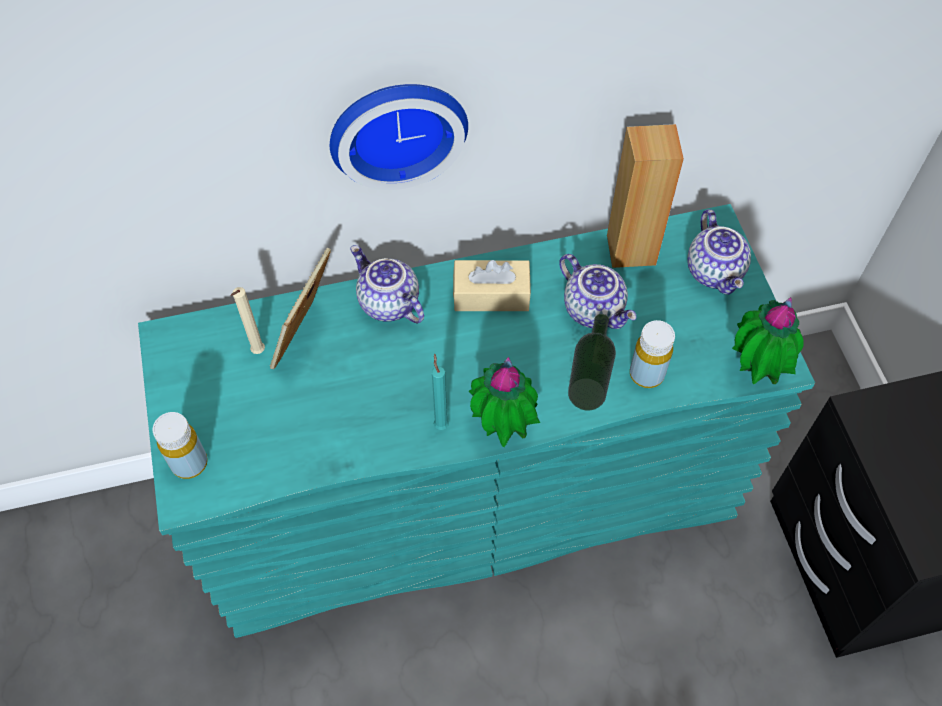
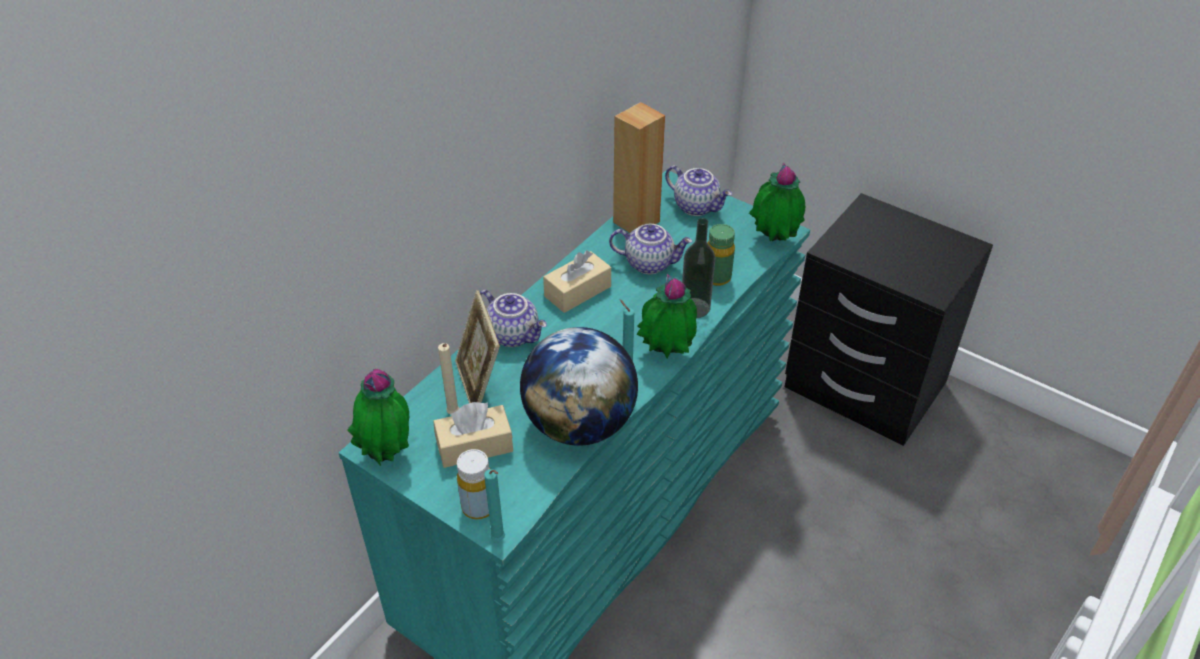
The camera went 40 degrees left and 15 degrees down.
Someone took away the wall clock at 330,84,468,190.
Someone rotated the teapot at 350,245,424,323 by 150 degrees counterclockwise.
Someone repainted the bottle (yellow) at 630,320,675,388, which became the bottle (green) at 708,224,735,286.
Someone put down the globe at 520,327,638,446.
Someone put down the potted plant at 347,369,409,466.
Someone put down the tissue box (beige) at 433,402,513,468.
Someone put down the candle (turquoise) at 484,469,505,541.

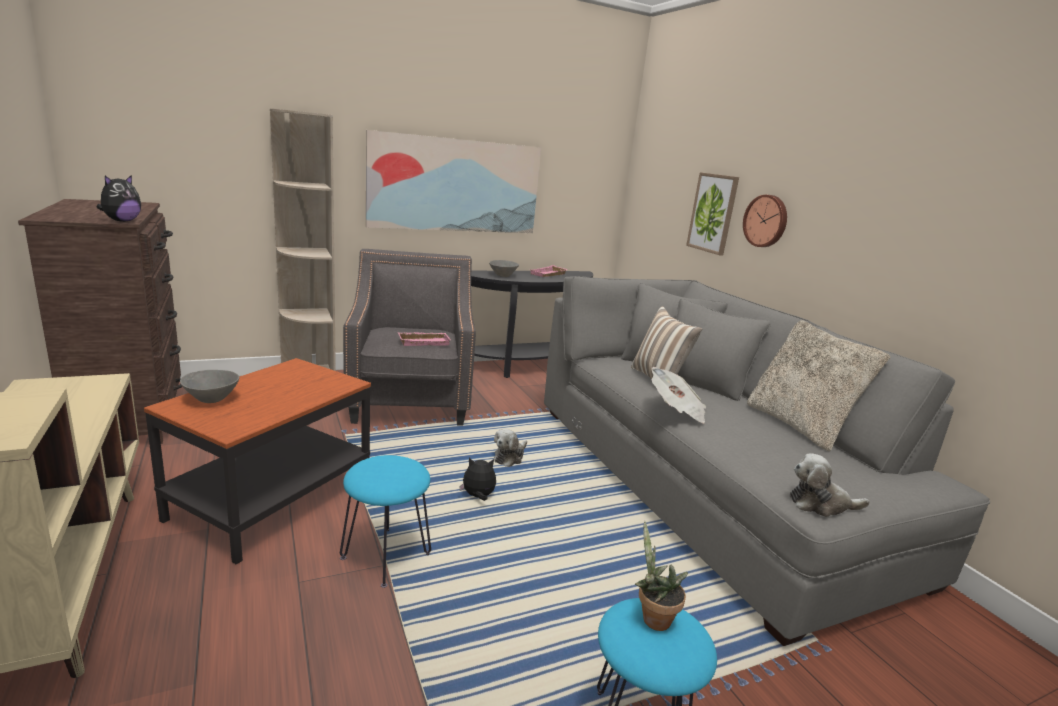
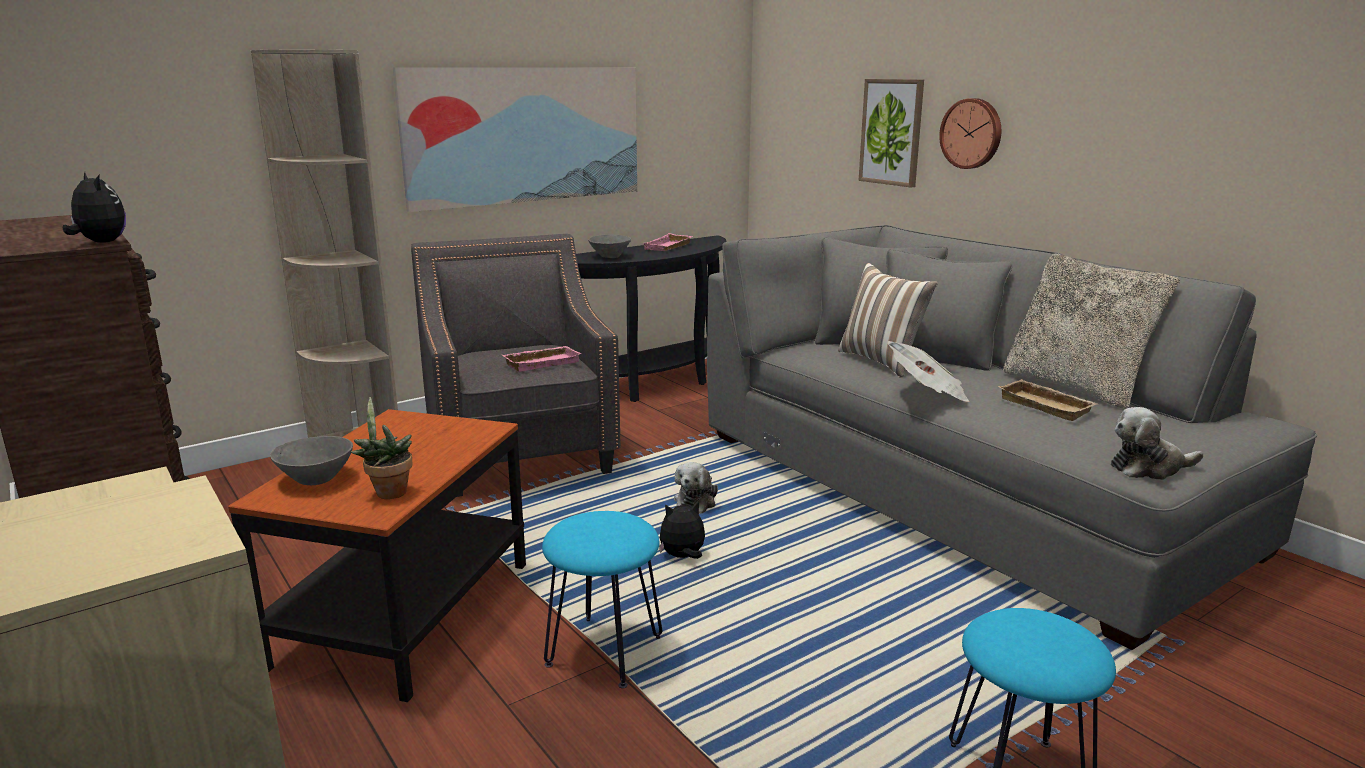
The camera went 10 degrees left and 0 degrees up.
Someone rotated the plush toy at 96,175,141,222 by 60 degrees counterclockwise.
Someone carried the potted plant from 635,521,688,631 to 350,397,412,499.
Someone put down the tray (beige) at 998,379,1097,421.

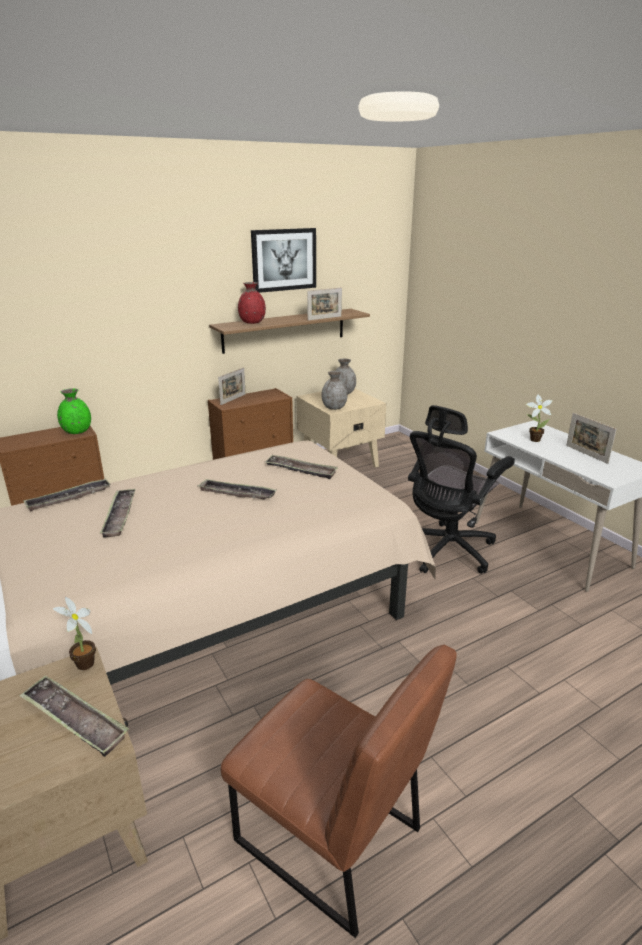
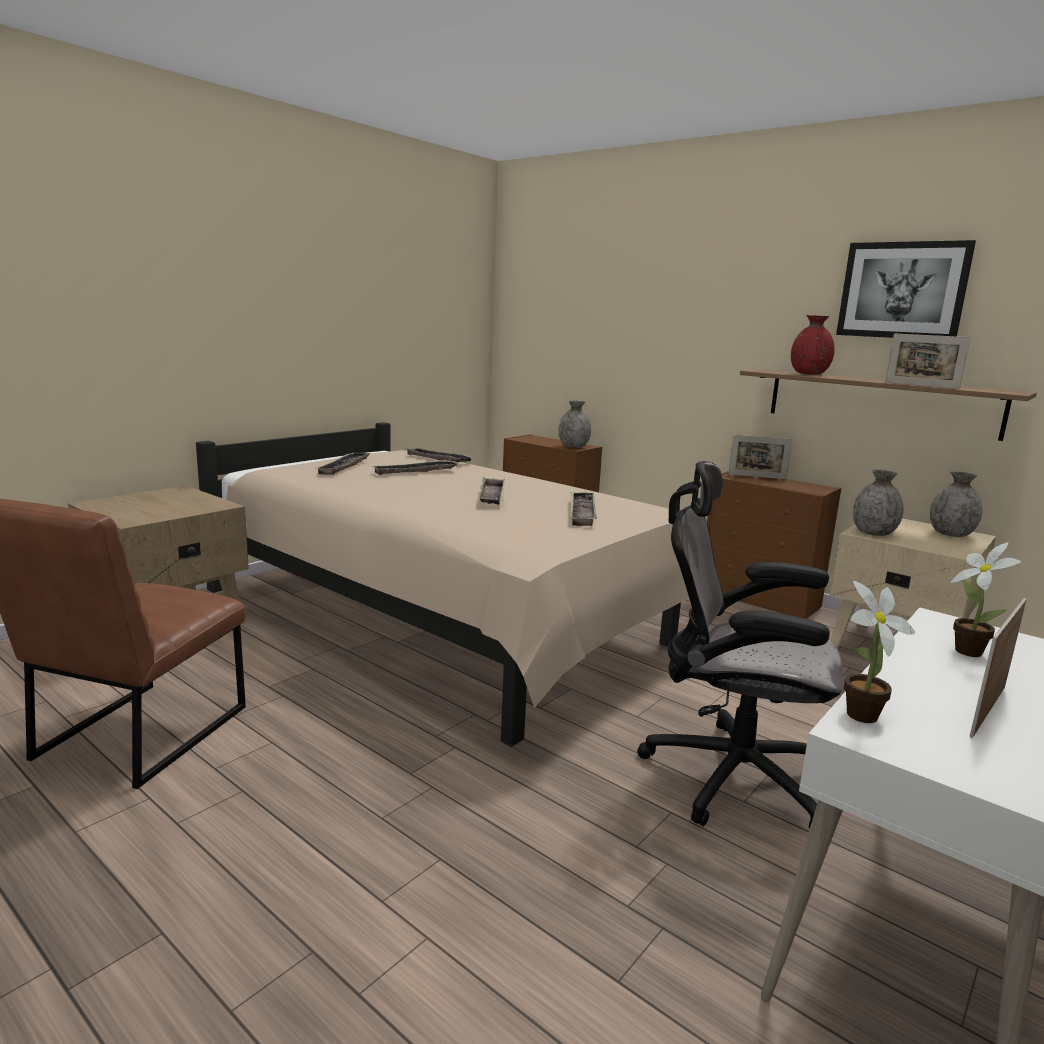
The camera went 70 degrees right and 10 degrees down.
Someone repainted the vase (green) at 57,388,91,434, which became the vase (grey) at 559,400,591,448.
Someone carried the potted plant from 53,597,96,670 to 844,581,915,723.
Someone carried the tray from 20,676,129,757 to 318,453,370,475.

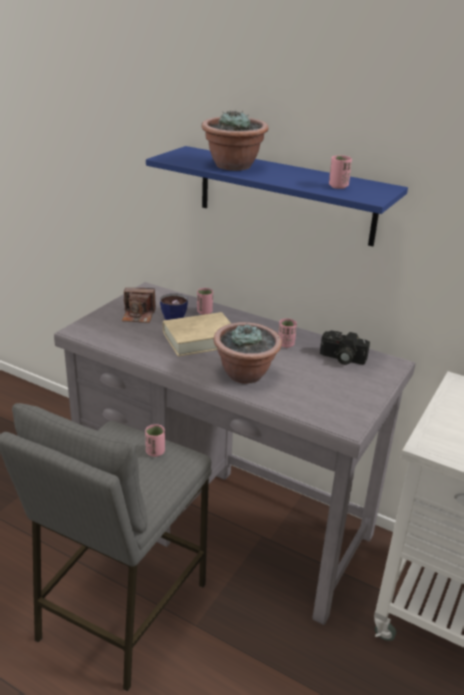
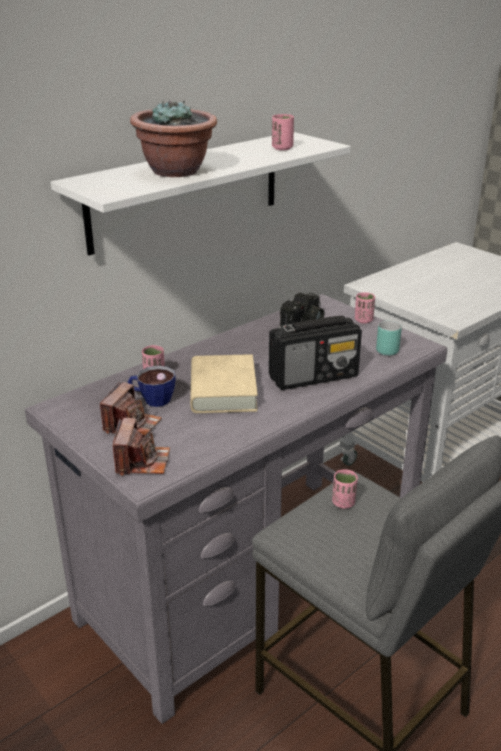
The camera went 70 degrees left and 0 degrees up.
Someone repainted the shelf (blue) at 146,146,408,247, which became the shelf (white) at 51,132,351,255.
Someone carried the cup (pink) from 278,319,297,348 to 355,292,375,323.
Someone swapped the potted plant at 214,322,282,384 for the radio at 269,316,362,390.
Someone put down the mug (turquoise) at 376,320,402,356.
Someone put down the photo camera at 113,418,170,476.

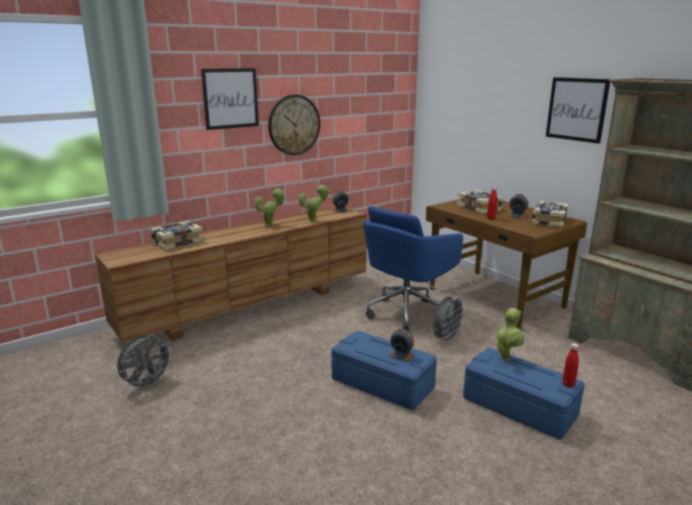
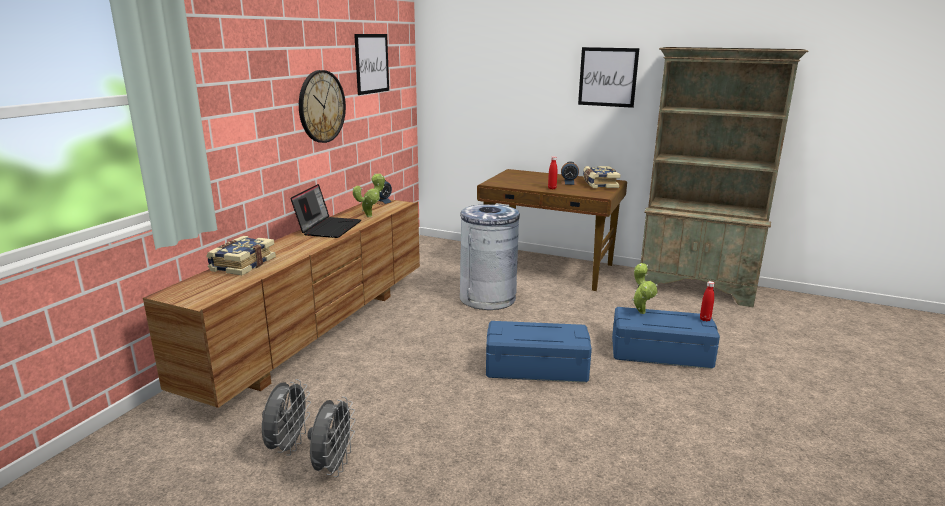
The camera went 30 degrees left and 0 degrees up.
Someone carried the picture from 201,68,259,130 to 354,34,389,95.
Someone swapped the potted plant at 254,188,285,226 for the laptop at 290,184,361,238.
Someone took away the book at 457,190,503,214.
Someone swapped the office chair (blue) at 363,206,463,331 for the trash can (grey) at 460,204,520,310.
Someone carried the fan (grey) from 433,296,466,344 to 307,397,355,477.
Someone took away the alarm clock at 389,329,414,362.

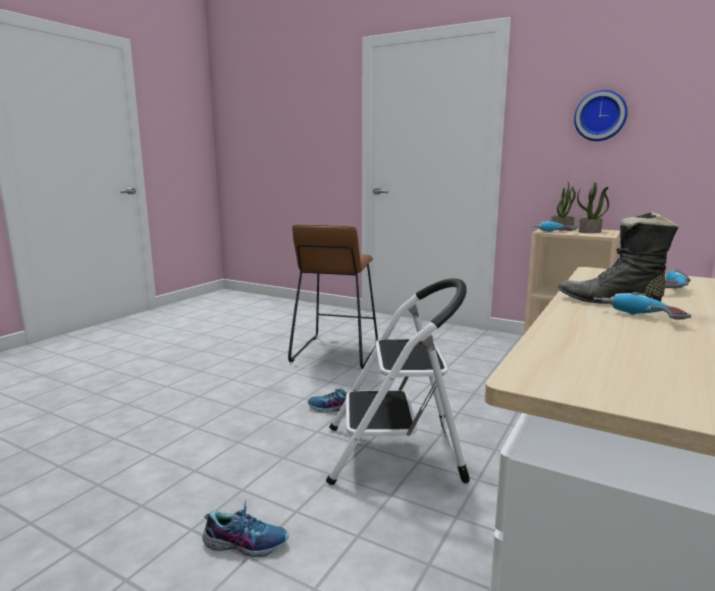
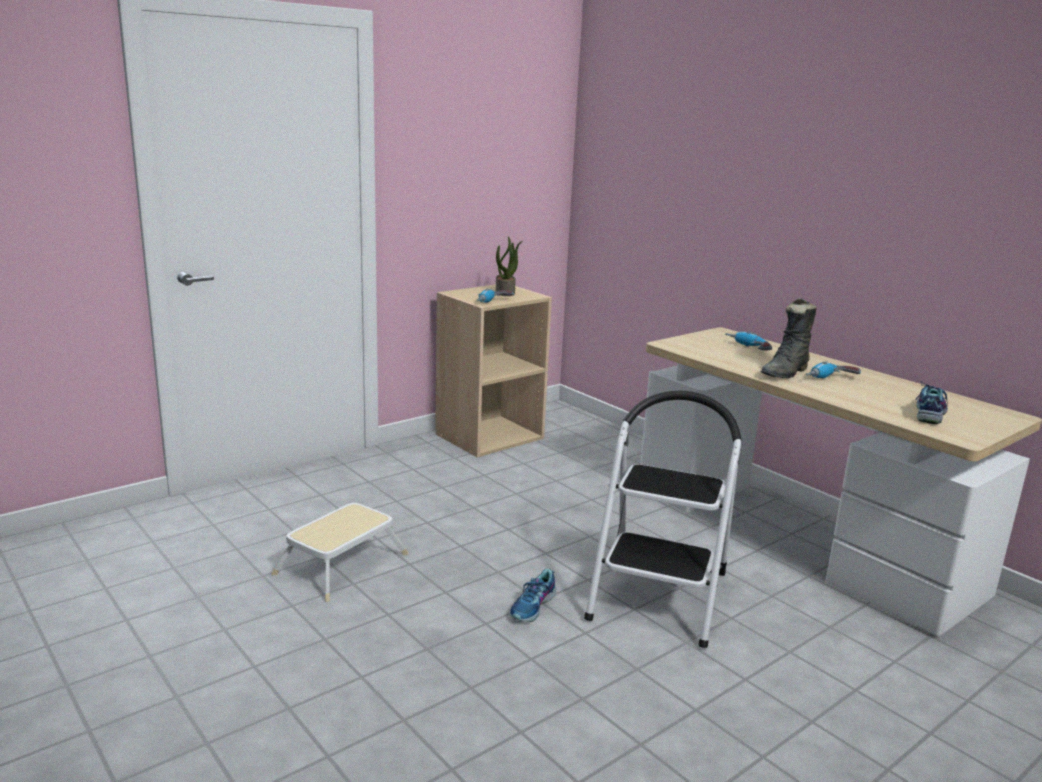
The camera went 70 degrees left and 5 degrees up.
Someone took away the wall clock at 574,90,628,141.
Someone took away the potted plant at 551,182,576,231.
Someone swapped the stool (brown) at 288,224,378,369 for the step ladder (beige) at 271,503,409,602.
Someone carried the shoe from 203,500,289,557 to 915,381,948,424.

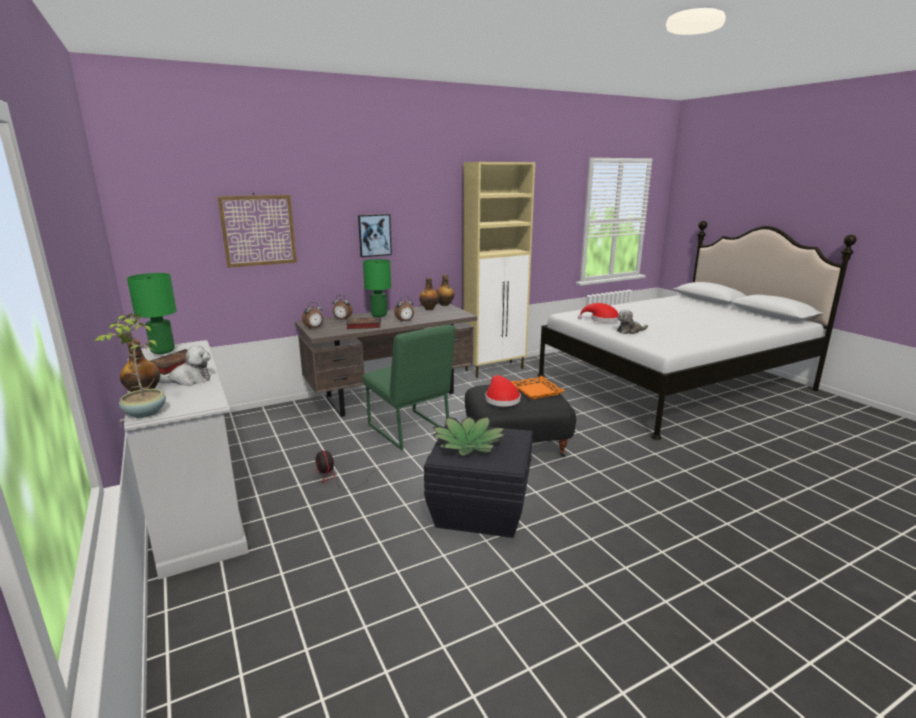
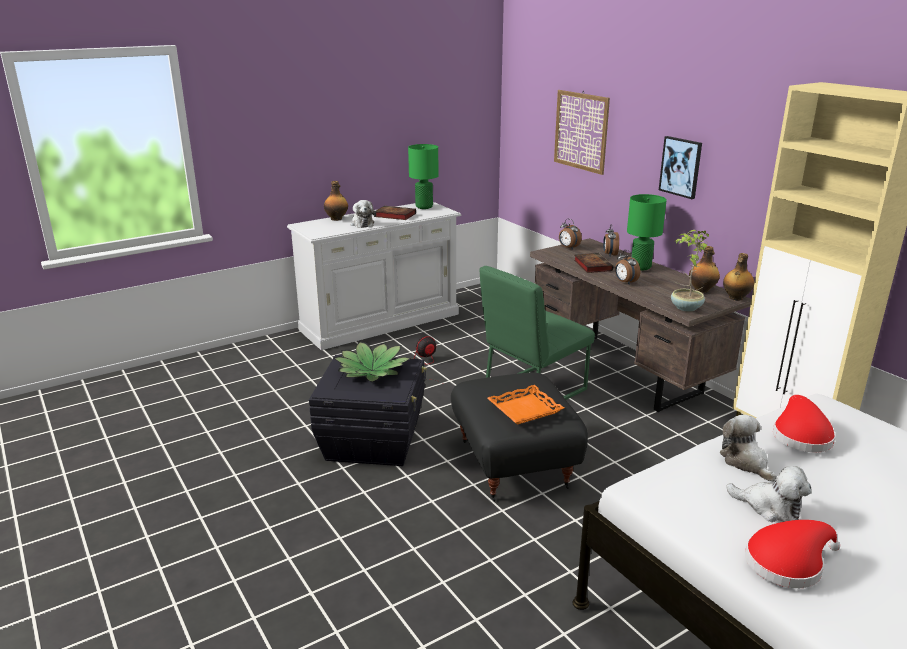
The camera went 85 degrees right and 5 degrees up.
Someone carried the potted plant from 94,313,166,418 to 671,230,709,312.
Someone carried the hat (red) from 485,375,521,407 to 745,520,840,588.
Someone put down the plush toy at 726,466,812,522.

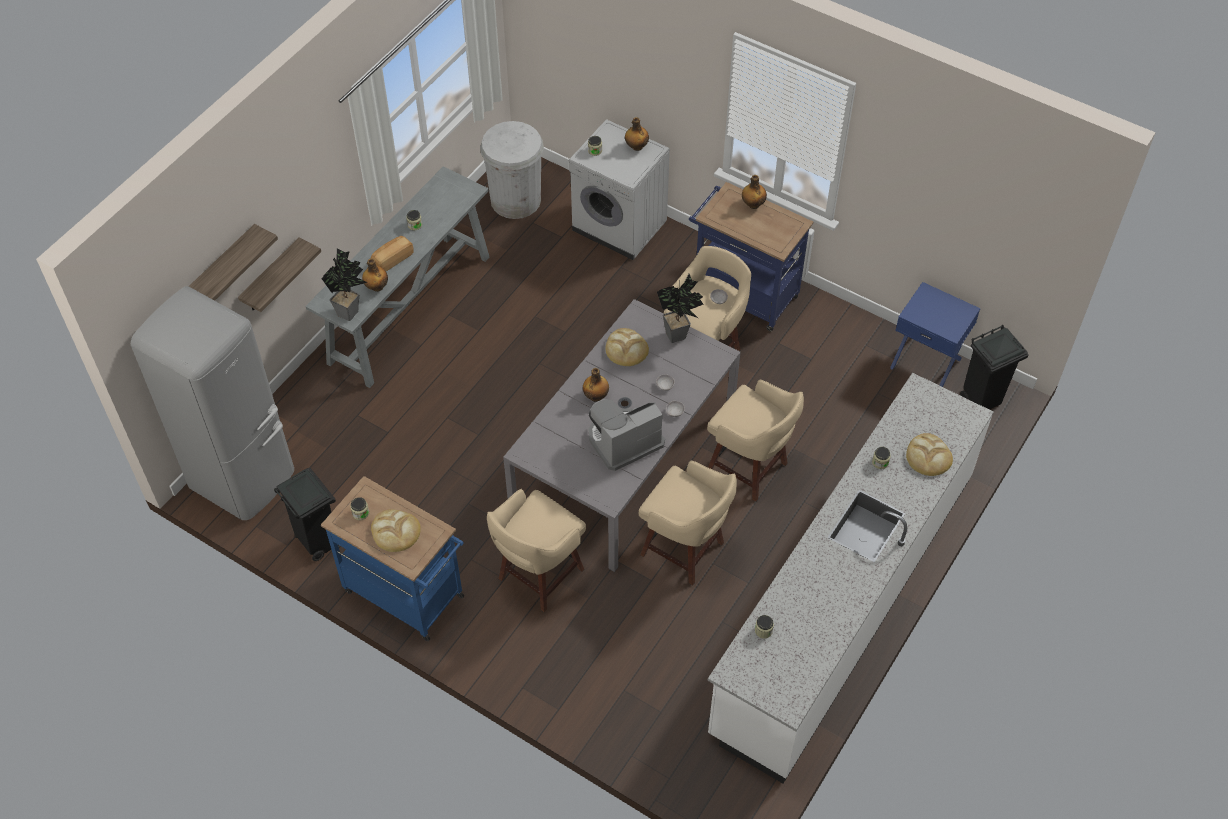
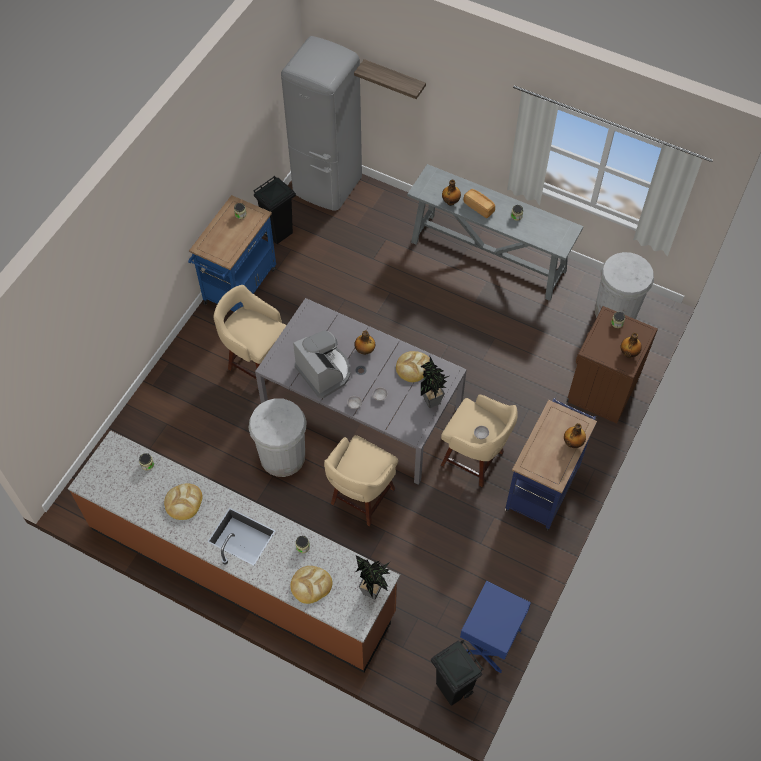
The camera went 85 degrees right and 5 degrees up.
Someone repainted the washing machine (white) at 569,119,670,260, which became the washing machine (brown) at 567,306,658,423.
Someone took away the shelf at 238,237,321,312.
Someone carried the potted plant from 322,249,368,321 to 356,555,390,599.
Someone repainted the counter (white) at 708,373,994,784, which became the counter (brown) at 68,430,400,673.
Someone swapped the stool (beige) at 639,461,737,585 for the trash can (white) at 249,398,307,477.
Someone carried the bread from 371,509,421,552 to 164,483,203,520.

